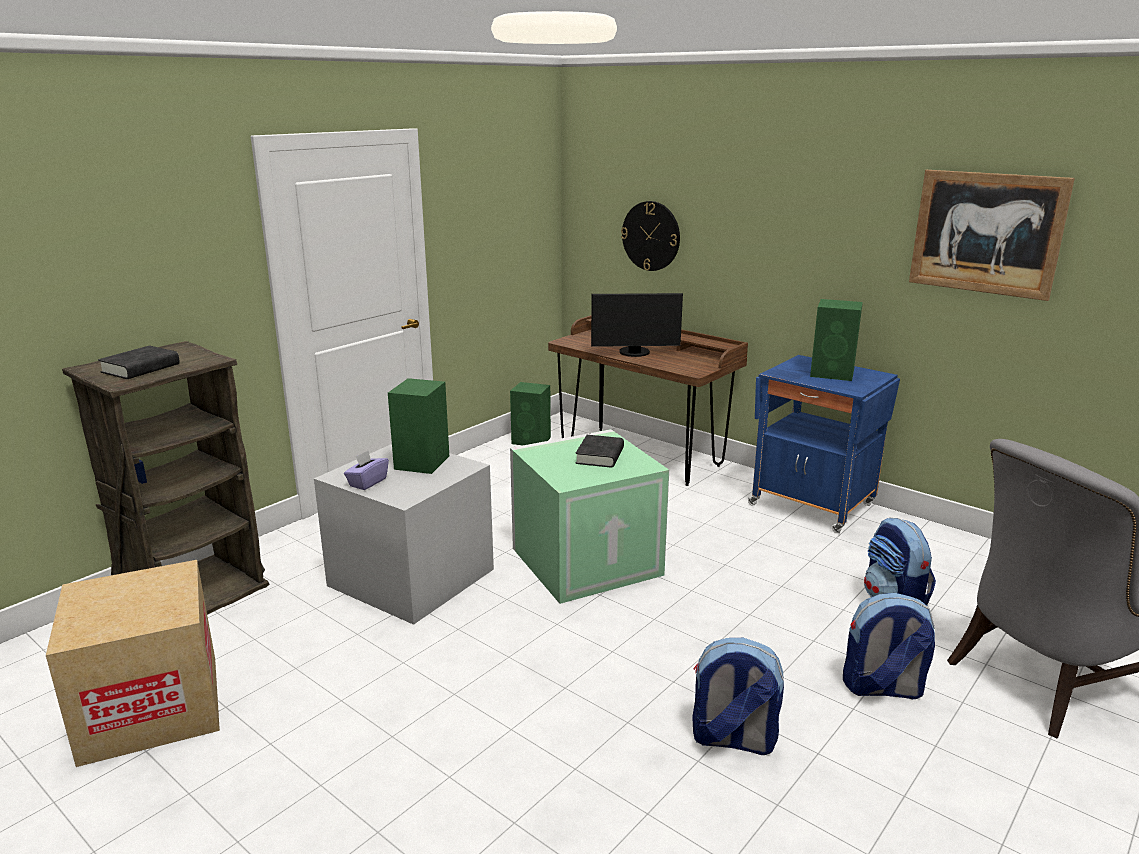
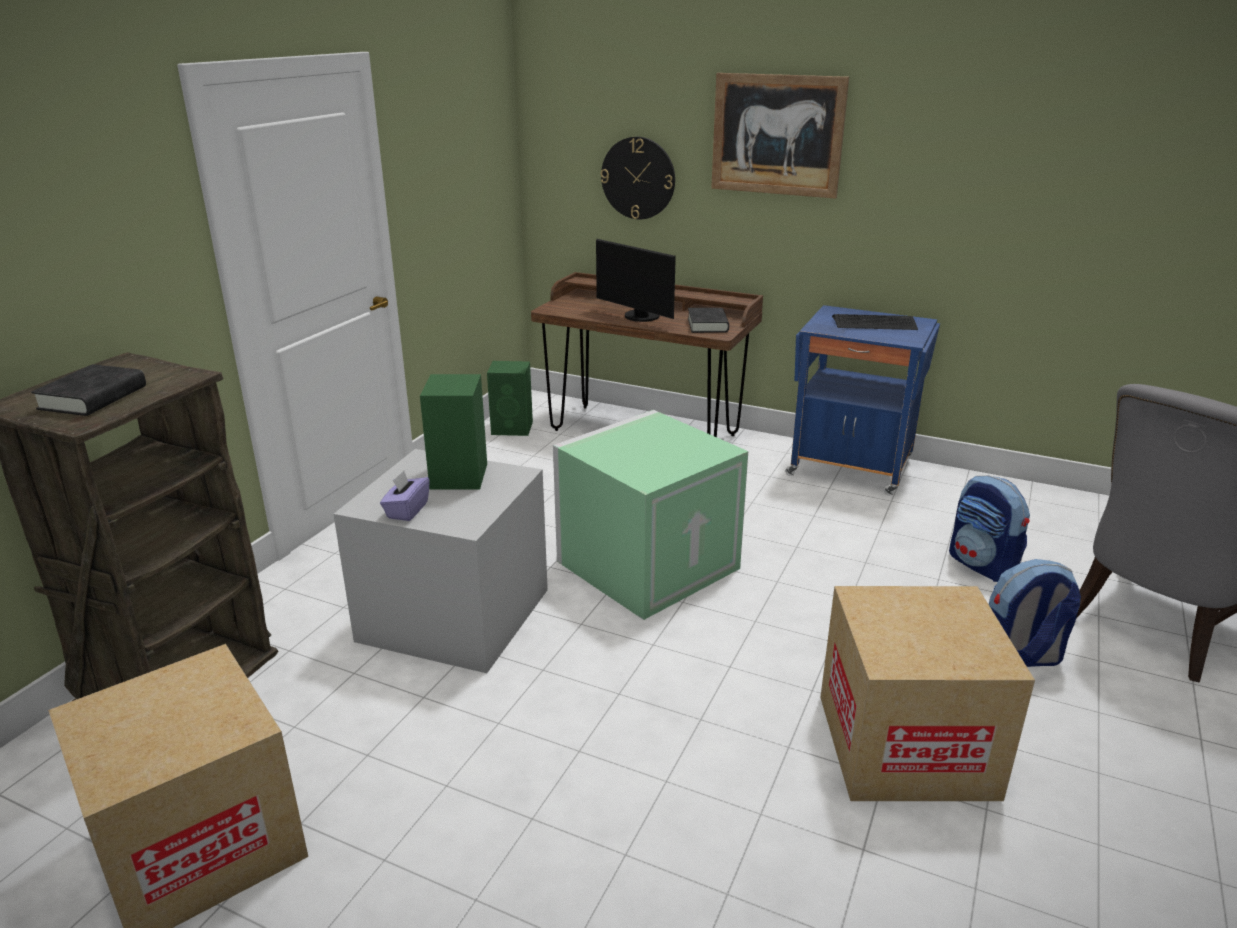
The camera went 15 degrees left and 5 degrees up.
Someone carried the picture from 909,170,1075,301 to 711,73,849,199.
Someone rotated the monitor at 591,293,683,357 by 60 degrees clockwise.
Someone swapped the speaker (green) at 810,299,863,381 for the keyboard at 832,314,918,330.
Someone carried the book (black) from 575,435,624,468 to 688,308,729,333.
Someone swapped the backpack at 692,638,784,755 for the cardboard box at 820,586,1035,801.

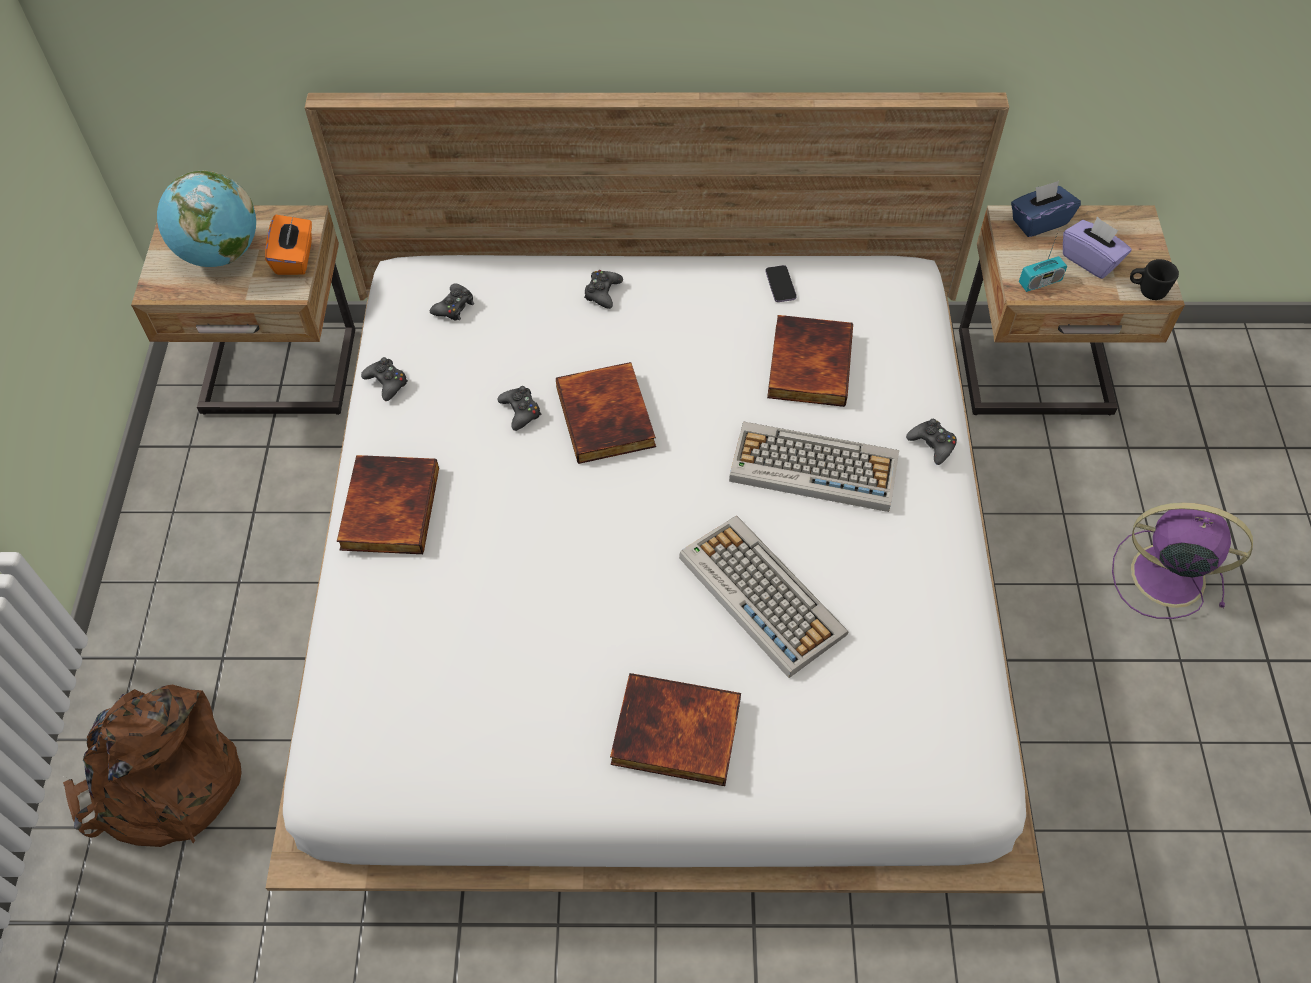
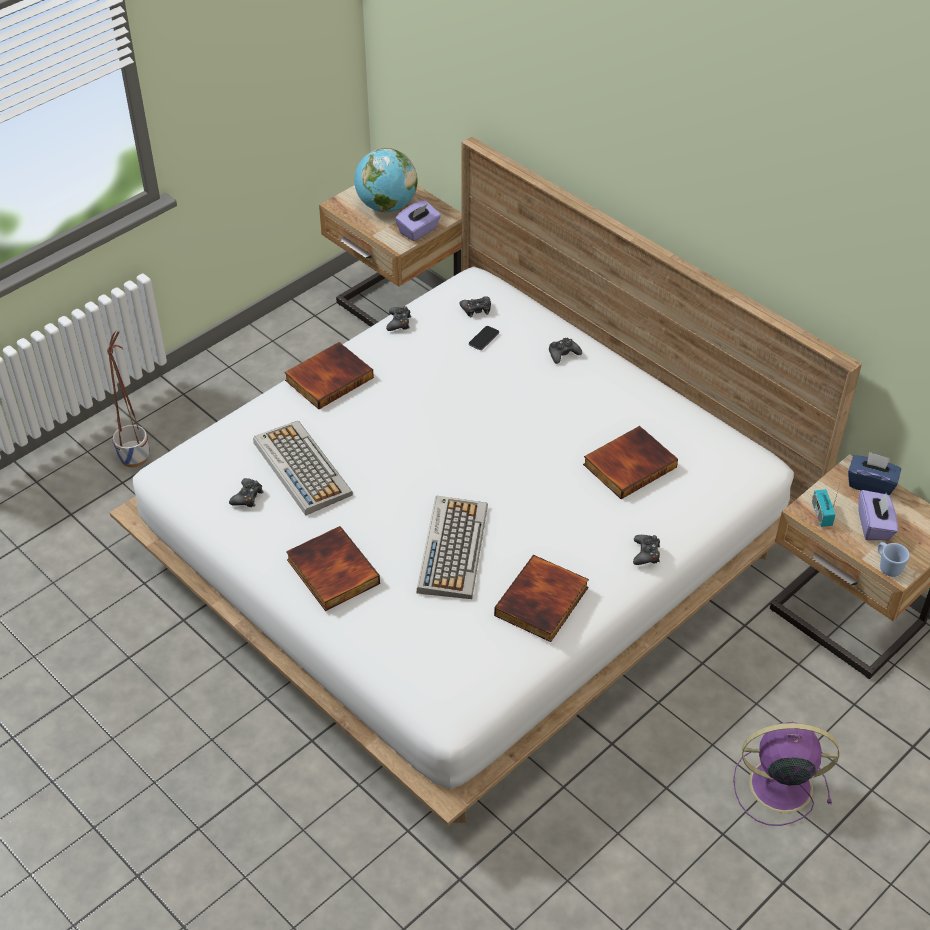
The camera went 45 degrees right and 10 degrees down.
Someone repainted the tissue box (orange) at 265,215,312,275, which became the tissue box (purple) at 395,200,441,241.
Someone rotated the radio at 1019,232,1067,292 by 60 degrees clockwise.
Someone repainted the mug (black) at 1130,259,1179,300, which became the mug (blue) at 878,542,910,577.
Someone carried the phone from 765,265,797,302 to 469,326,499,350.
Someone carried the book from 556,362,656,464 to 494,555,589,642.
Someone carried the game controller (black) from 498,386,541,431 to 229,478,263,507.
Someone carried the keyboard from 729,421,899,512 to 253,421,353,516.
Someone rotated the fan (purple) at 1112,503,1253,619 by 60 degrees counterclockwise.
Someone swapped the backpack (brown) at 63,684,242,847 for the planter at 107,331,150,467.

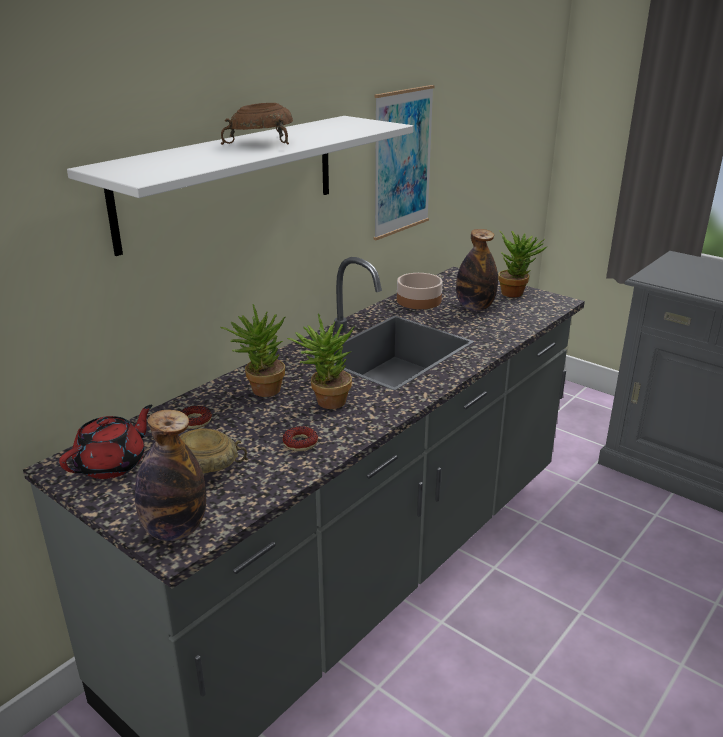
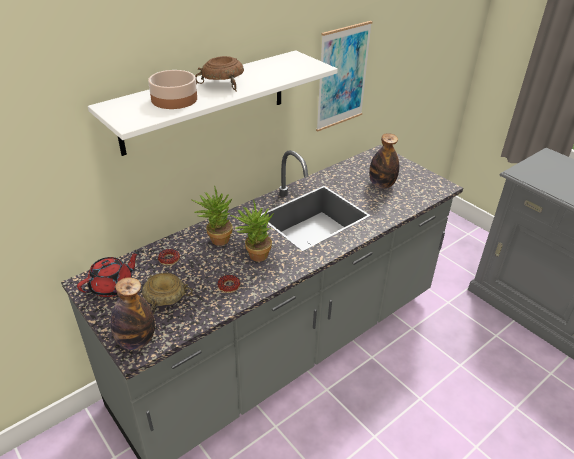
The camera went 10 degrees right and 10 degrees up.
Someone took away the potted plant at 498,231,548,298.
Someone carried the bowl from 397,273,443,309 to 148,70,197,109.

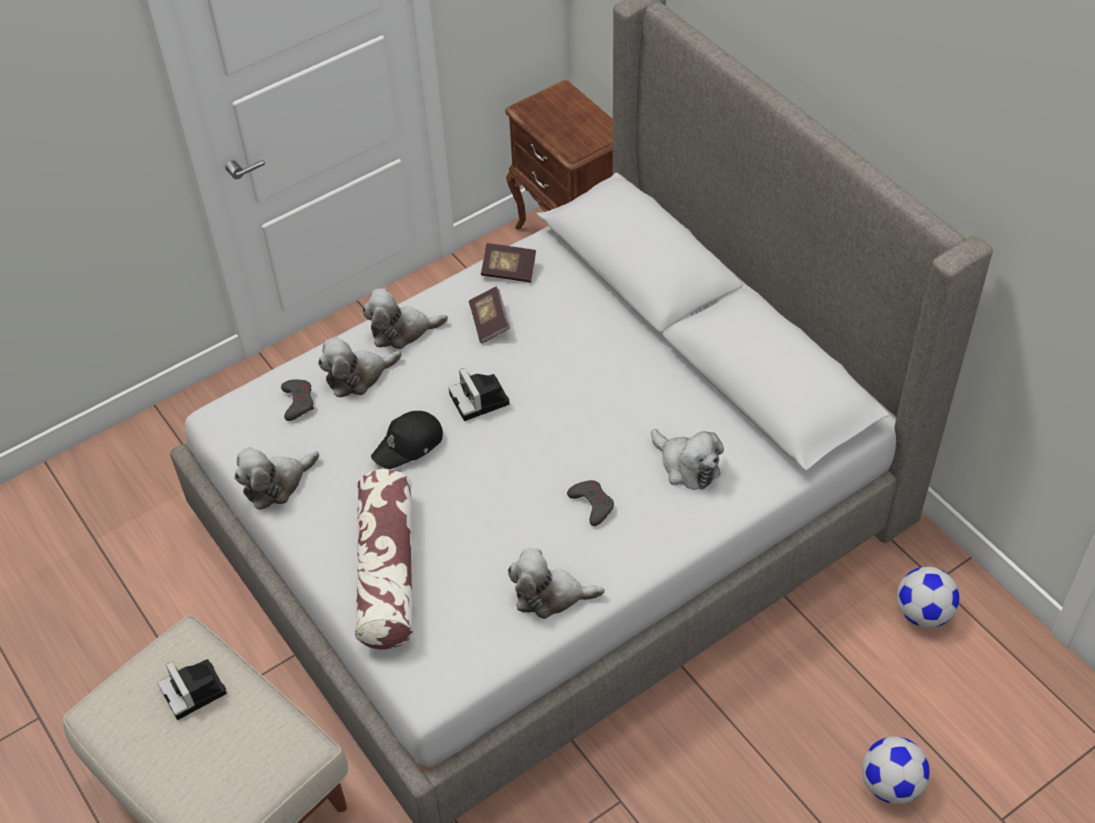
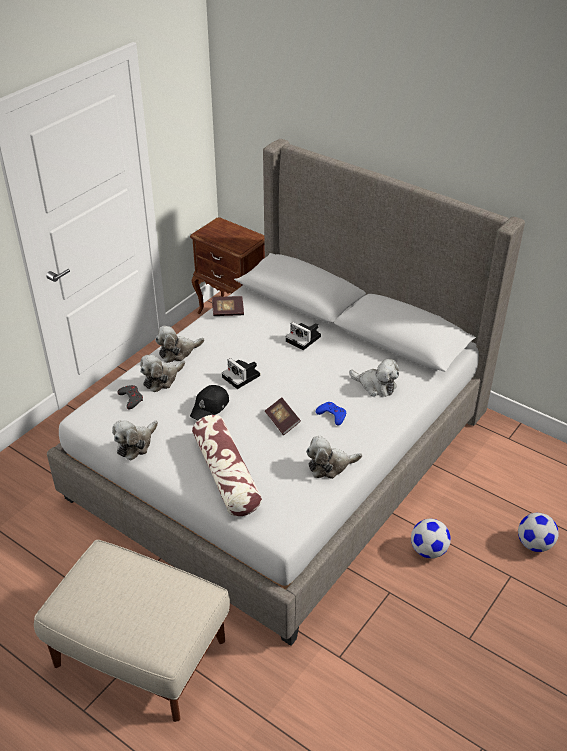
The camera went 20 degrees left and 10 degrees down.
Someone carried the book from 469,286,510,343 to 265,397,301,435.
Someone repainted the game controller (grey) at 567,480,614,526, which became the game controller (blue) at 316,402,346,426.
Someone carried the football from 897,567,959,628 to 411,519,451,558.
Someone carried the photo camera from 157,659,227,720 to 286,322,321,350.

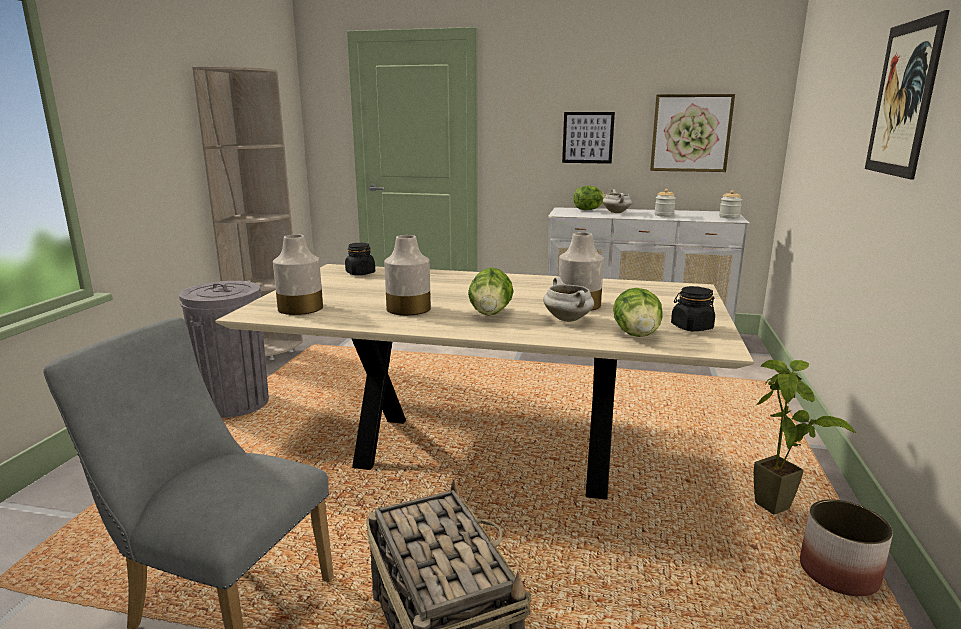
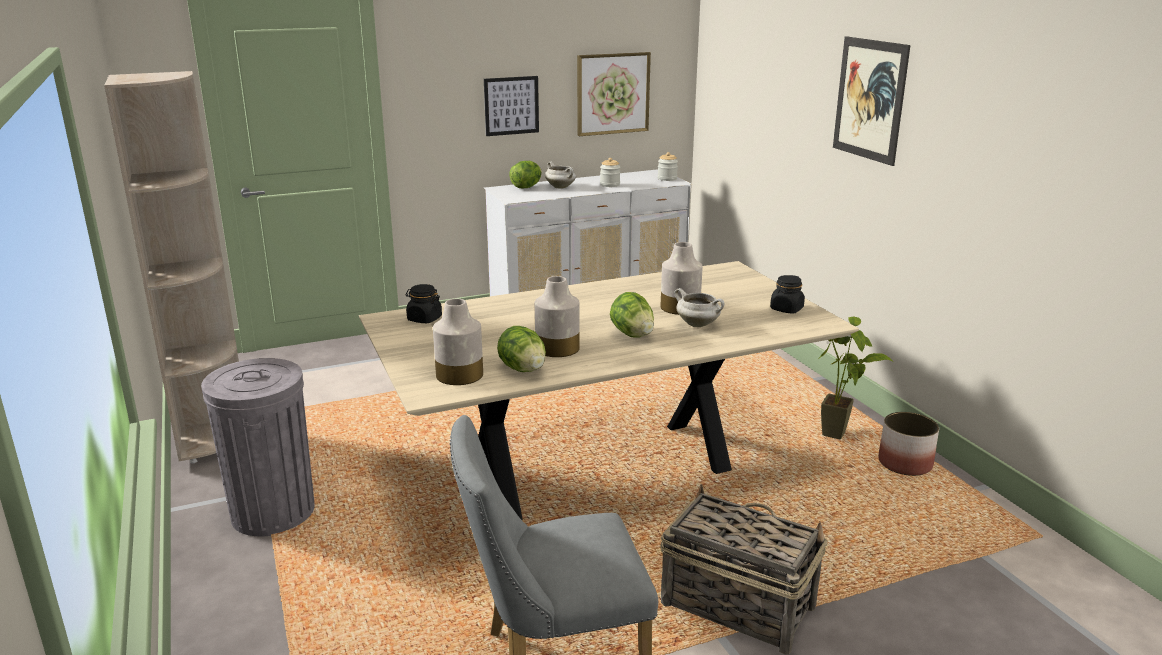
The camera went 35 degrees left and 5 degrees up.
Someone carried the lettuce from 613,288,663,337 to 497,326,546,372.

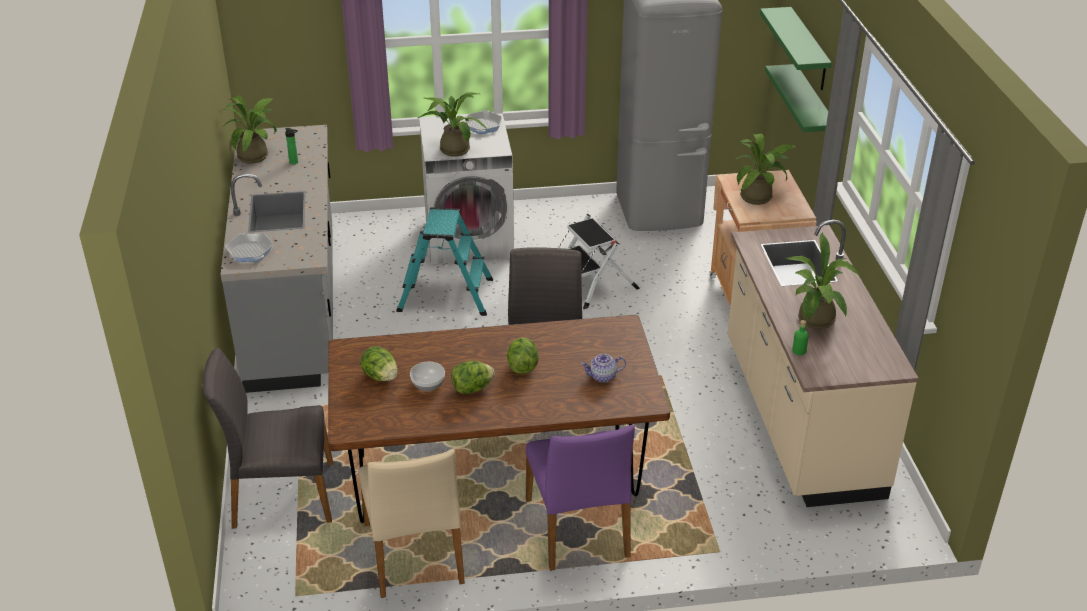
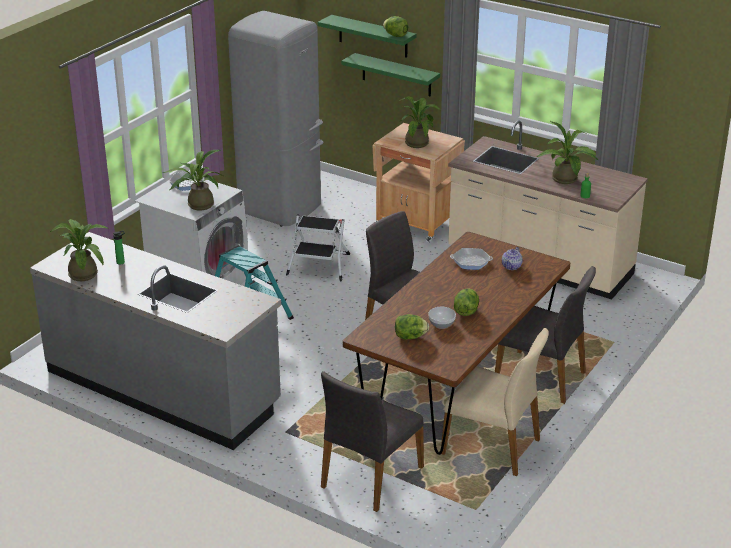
The camera went 50 degrees left and 5 degrees down.
Someone carried the frying pan from 225,233,273,262 to 450,248,493,270.
Someone carried the lettuce from 507,337,539,374 to 383,16,409,37.
Someone repainted the chair (purple) at 526,425,635,571, which became the chair (grey) at 495,266,596,404.

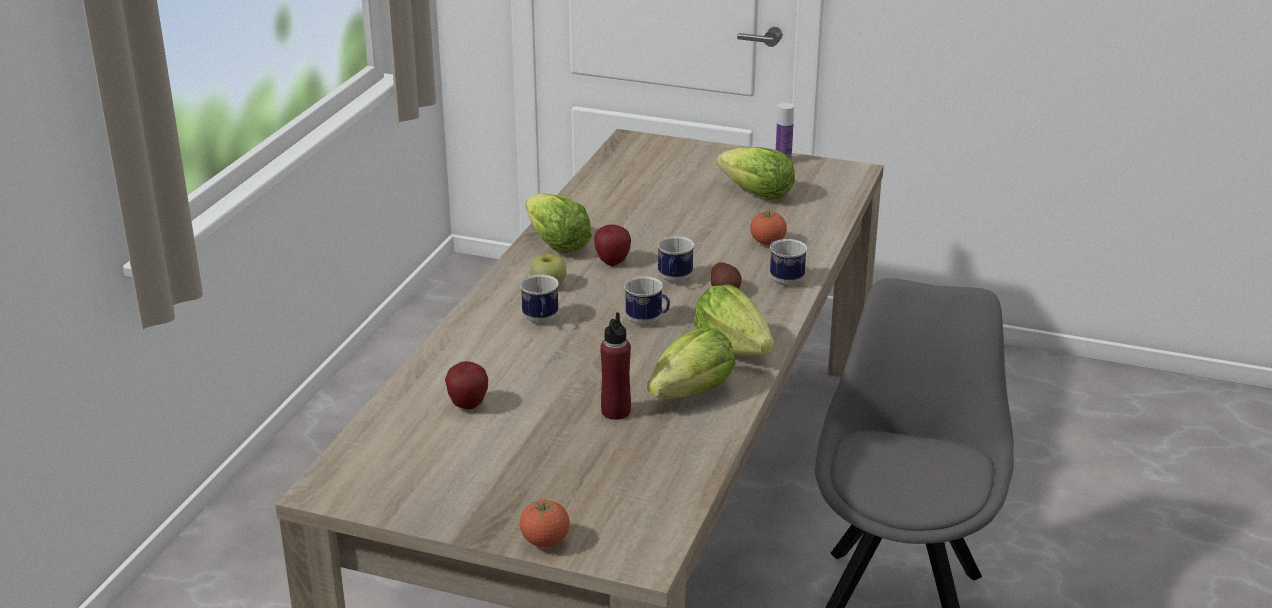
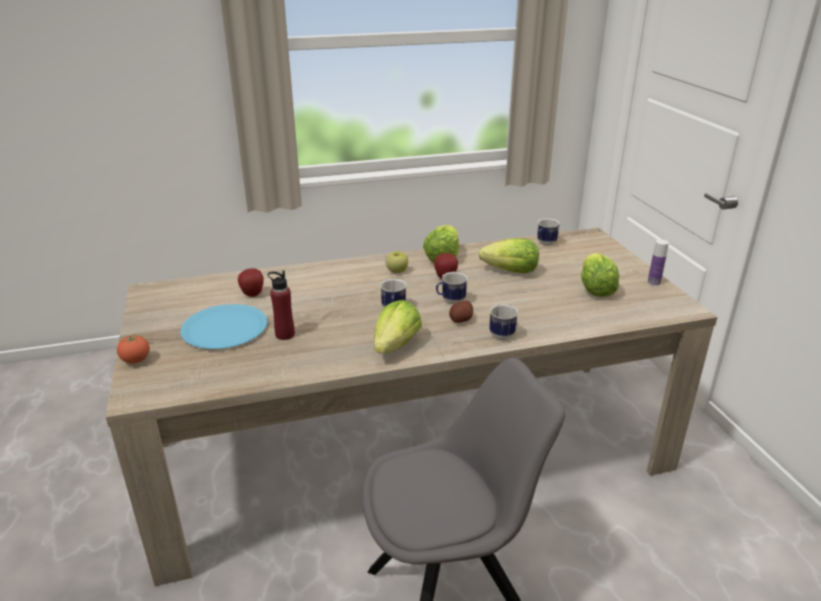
The camera went 55 degrees right and 0 degrees up.
Someone took away the tomato at 750,211,787,245.
Someone carried the mug from 520,274,559,324 to 537,218,560,246.
Someone carried the lettuce from 647,328,736,398 to 479,238,539,274.
Someone put down the plate (blue) at 180,304,267,349.

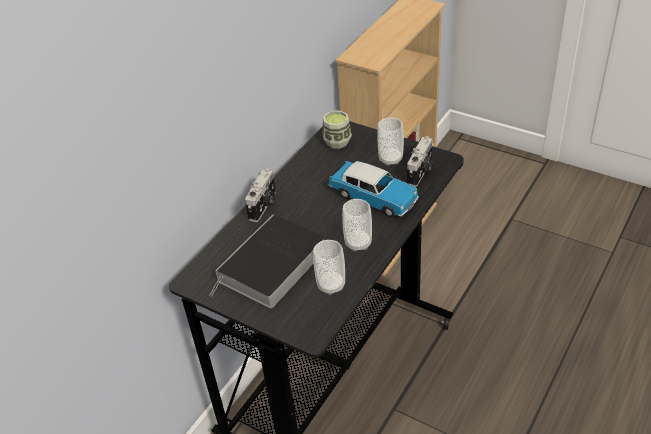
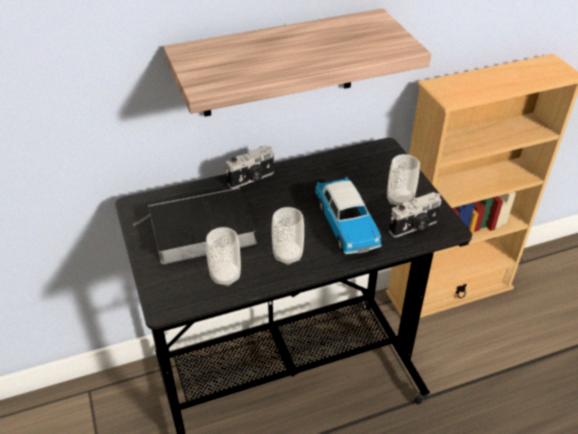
The camera went 35 degrees right and 0 degrees up.
Someone took away the cup at 322,110,352,149.
Someone put up the shelf at 163,9,431,117.

